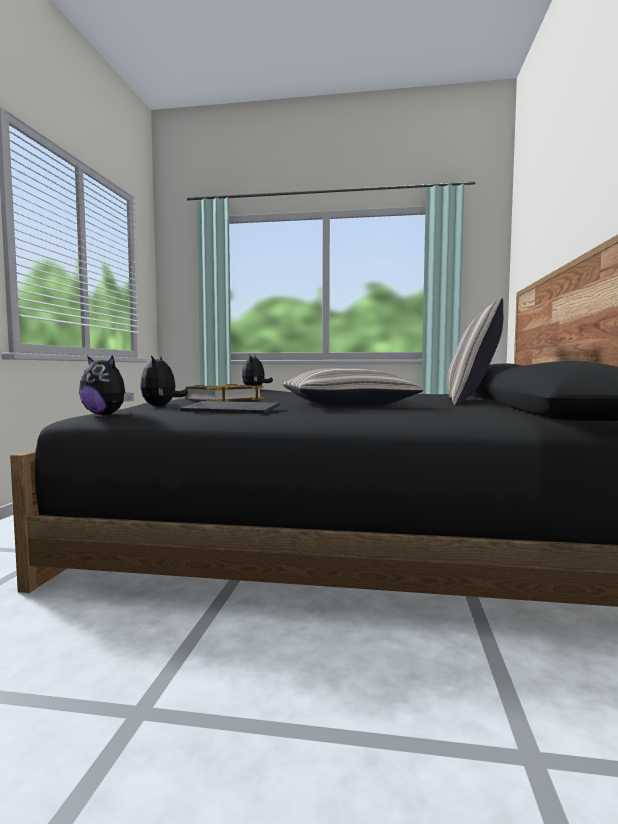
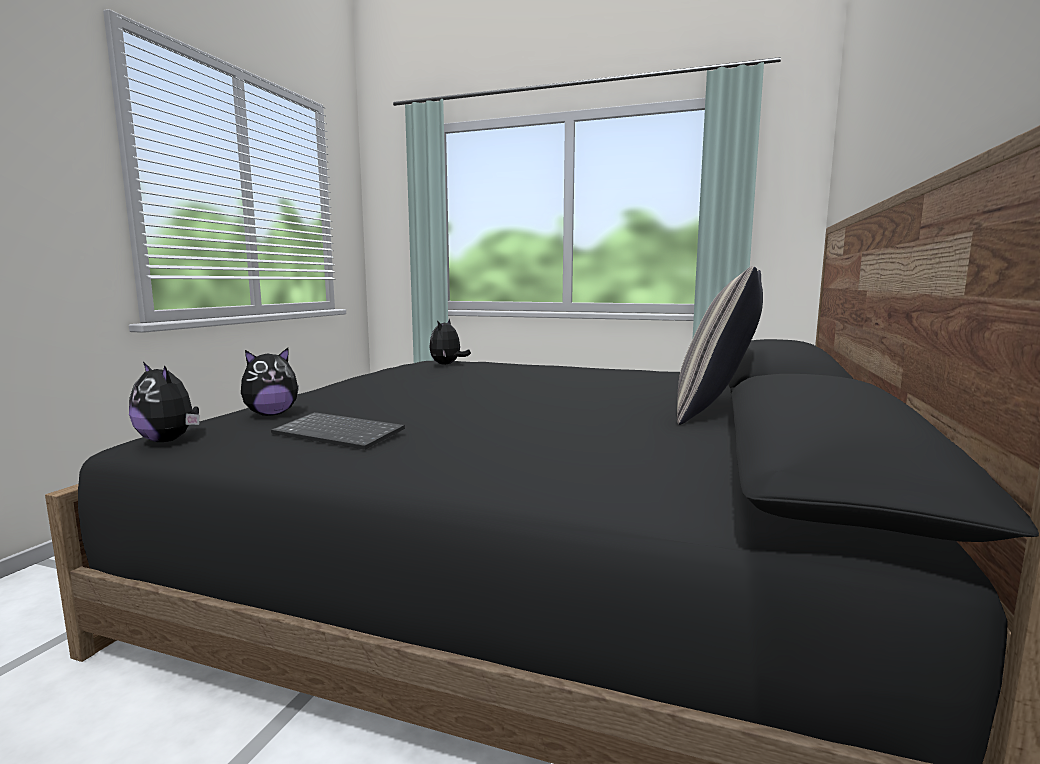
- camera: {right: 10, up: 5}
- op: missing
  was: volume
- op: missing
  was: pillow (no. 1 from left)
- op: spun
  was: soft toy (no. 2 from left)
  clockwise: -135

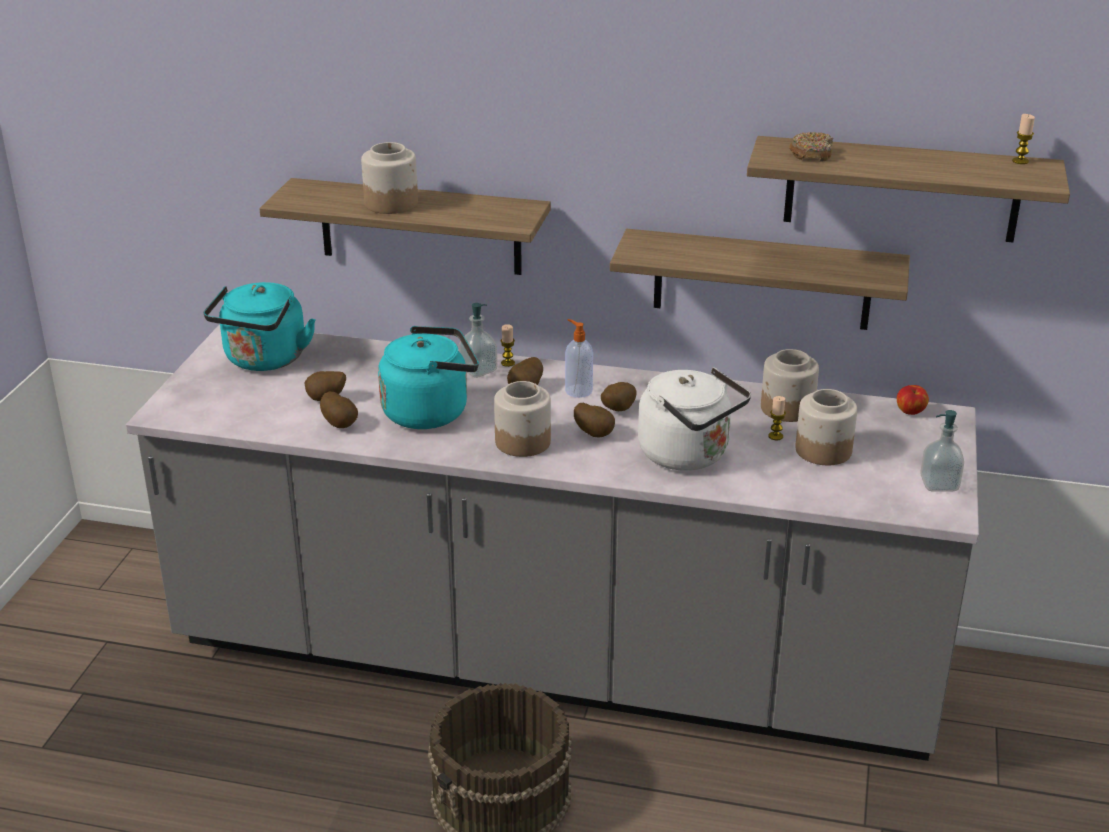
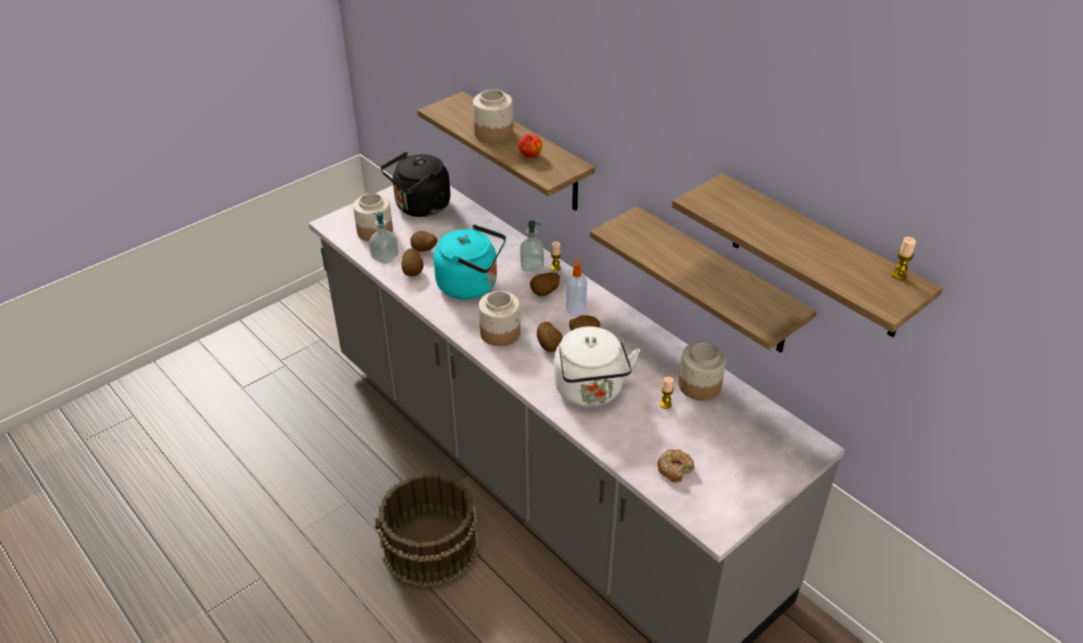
- camera: {right: 35, up: 10}
- op: relocated
  was: doughnut
- op: relocated
  was: jar (no. 4 from left in the first image)
  now: jar (no. 1 from left)
- op: relocated
  was: apple
- op: relocated
  was: liquid soap bottle (no. 3 from left in the first image)
  now: liquid soap bottle (no. 1 from left)
- op: colour
  was: turquoise-coloured kettle (no. 1 from left)
  now: blackish kettle

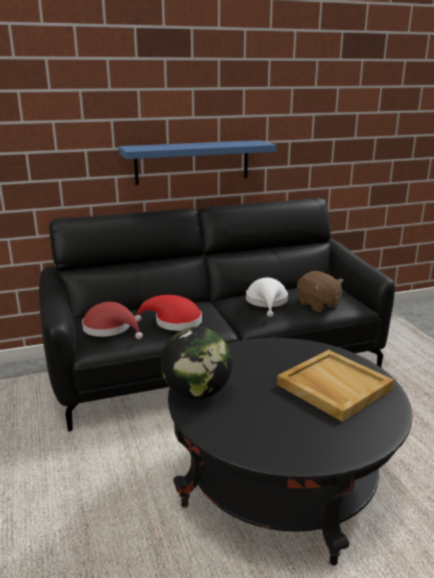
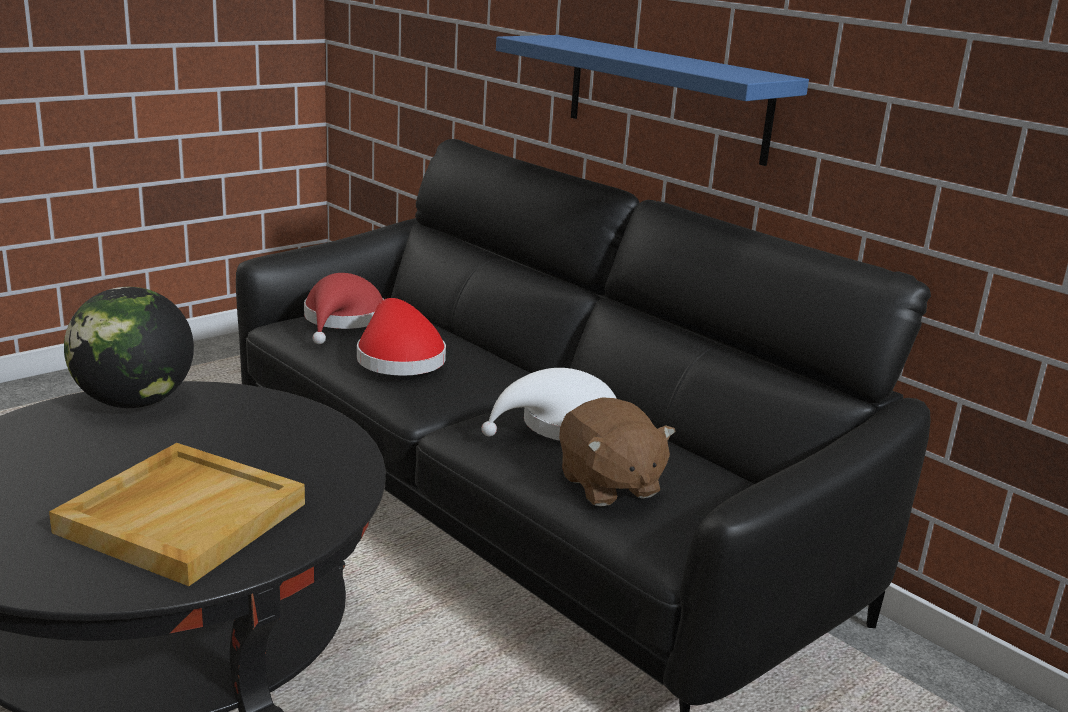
- camera: {right: 65, up: 0}
- op: spun
  was: brown soft toy
  clockwise: -60

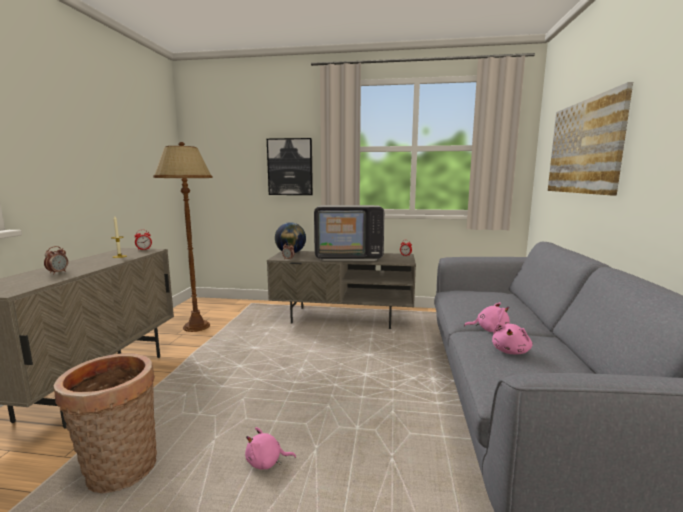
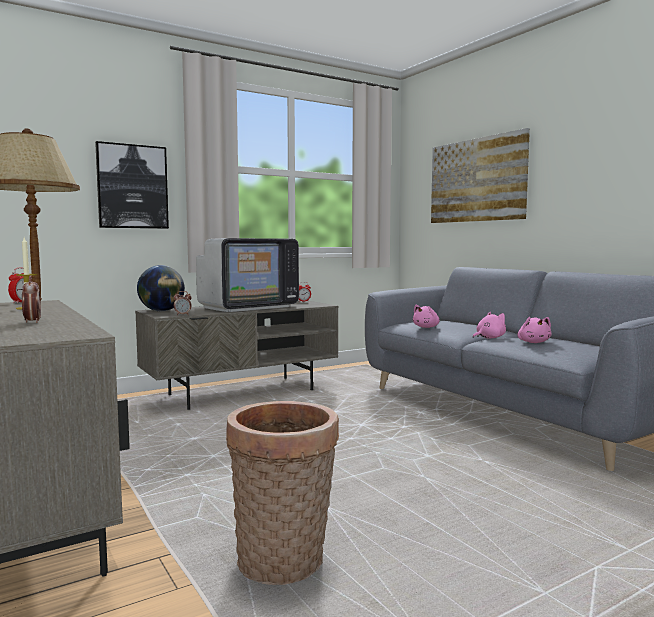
- camera: {right: -40, up: -5}
- op: relocated
  was: pink soft toy (no. 1 from left)

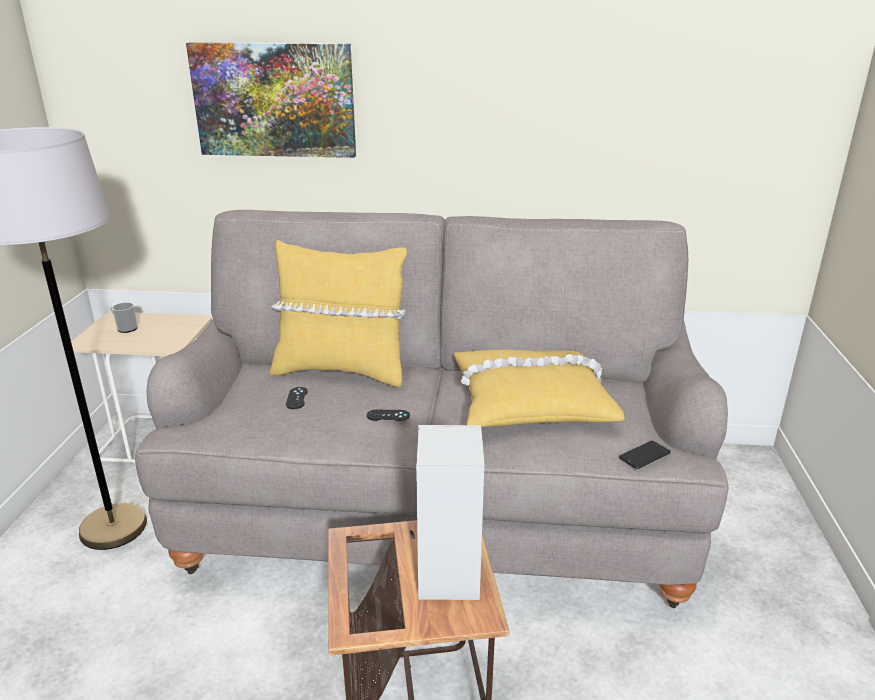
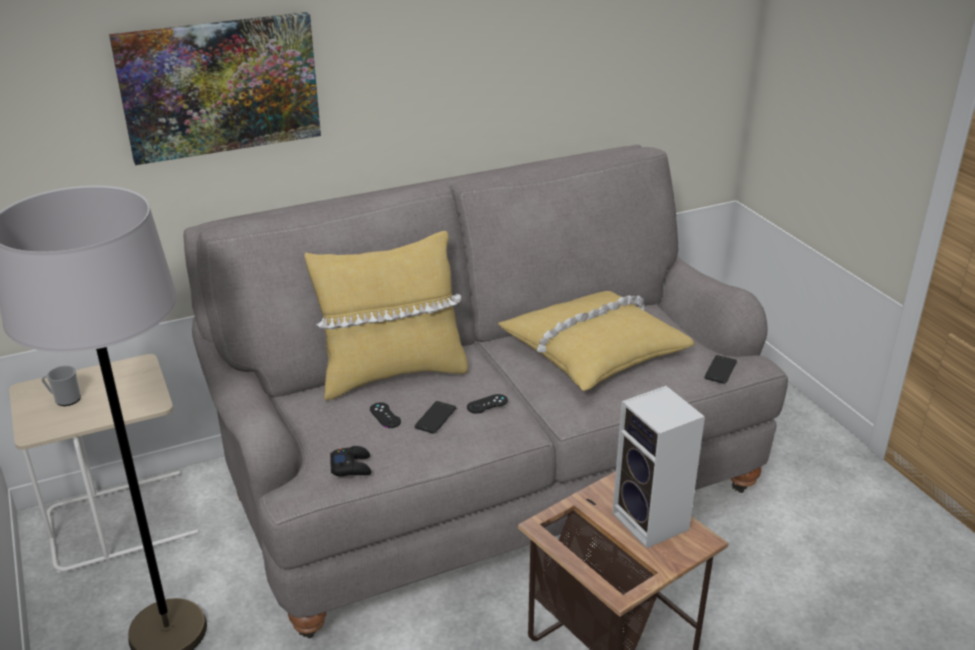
- camera: {right: -30, up: 5}
- op: appeared
  now: blackish gamepad (no. 1 from left)
- op: appeared
  now: handset (no. 1 from left)

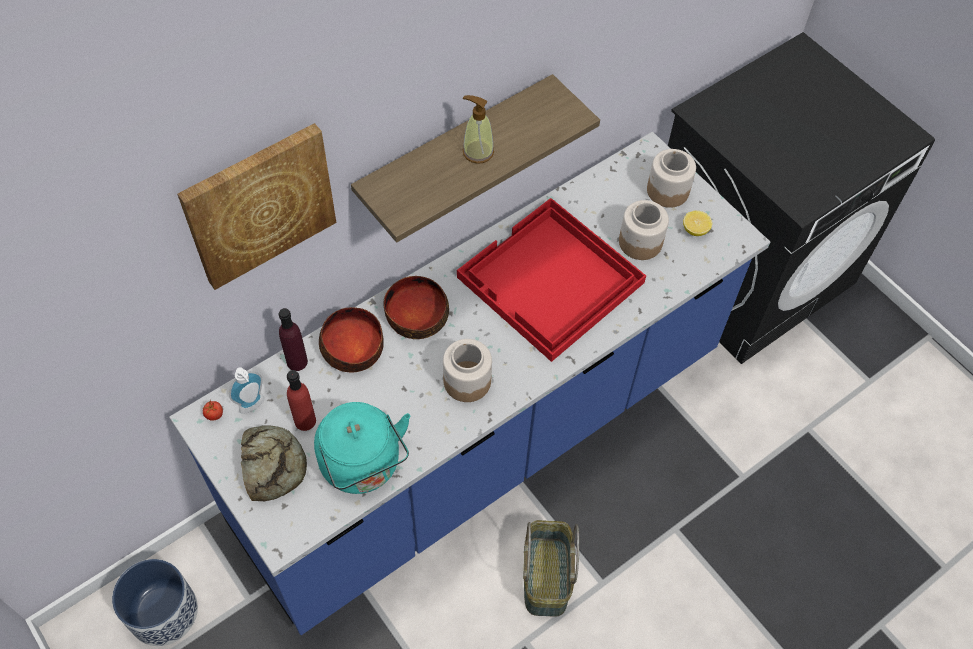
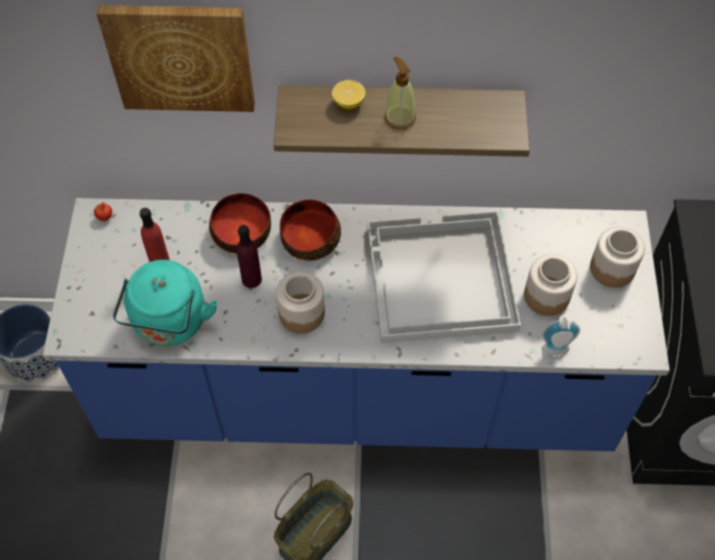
- camera: {right: 40, up: 0}
- op: missing
  was: baked bread
- op: relocated
  was: liquid soap bottle (no. 1 from left in the first image)
  now: liquid soap bottle (no. 2 from left)
- op: relocated
  was: purplish drink bottle
- op: relocated
  was: citrus fruit
- op: colour
  was: reddish serving tray
  now: white-coloured serving tray

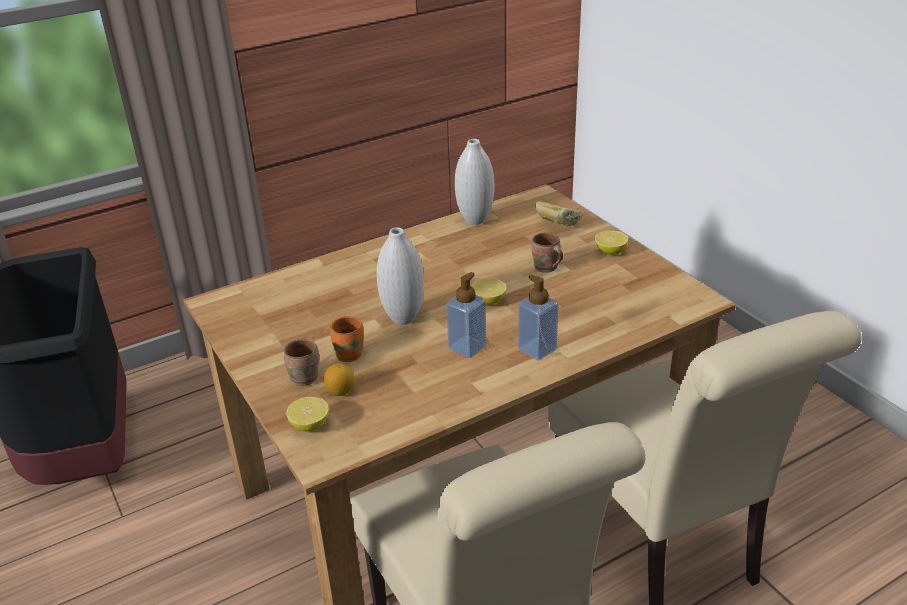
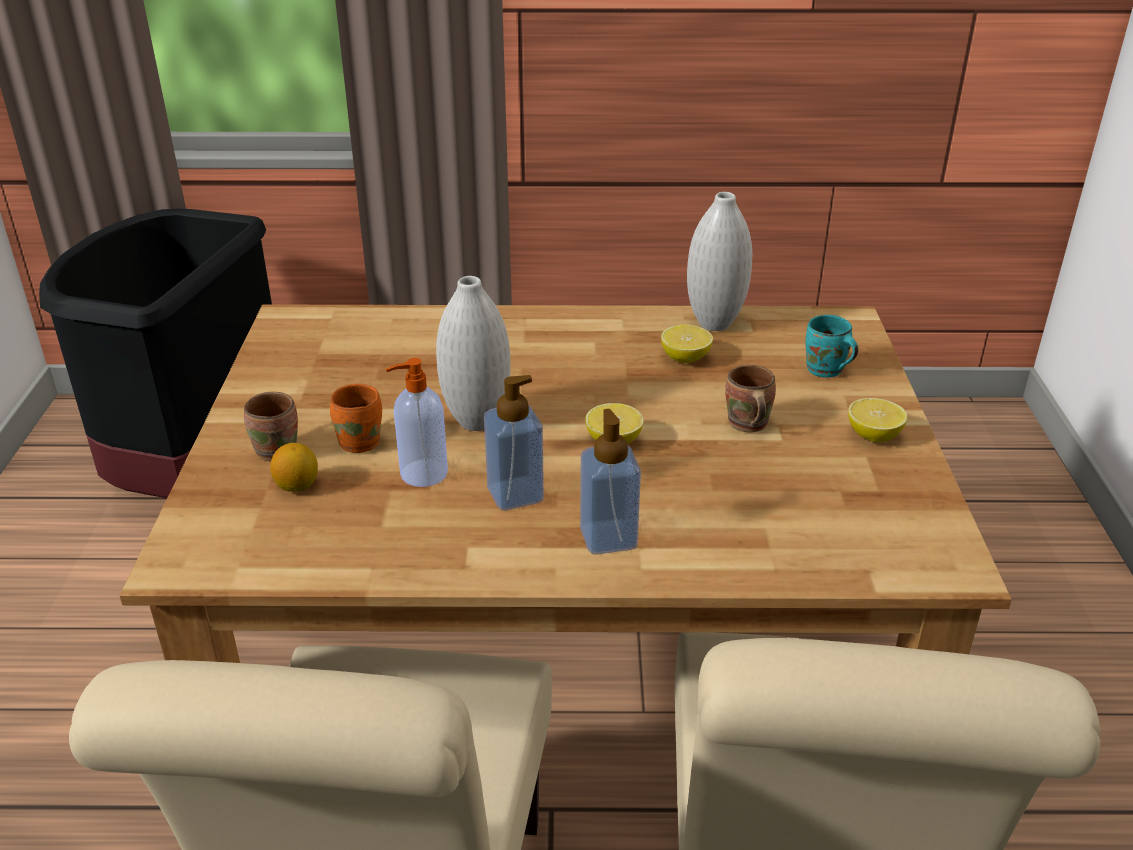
- camera: {right: 30, up: 0}
- op: appeared
  now: liquid soap bottle (no. 1 from left)
- op: relocated
  was: citrus fruit (no. 1 from left in the first image)
  now: citrus fruit (no. 3 from left)
- op: exchanged
  was: baked bread
  now: turquoise-coloured coffee mug

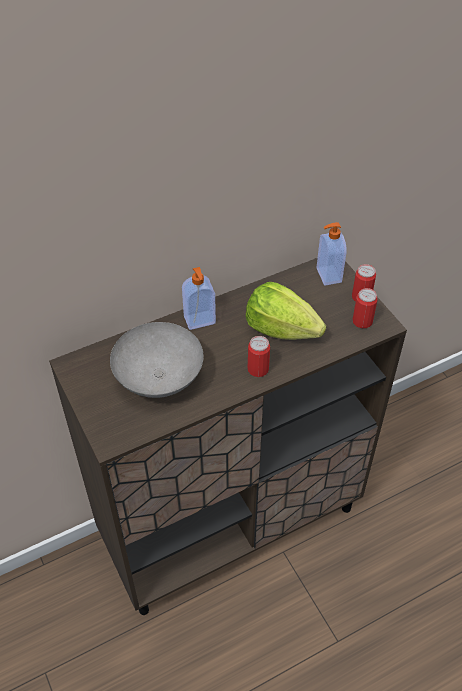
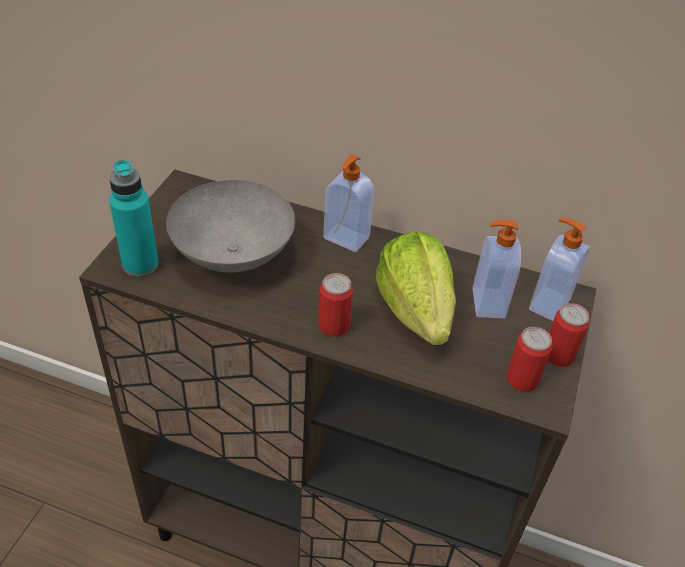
- camera: {right: 45, up: -5}
- op: appeared
  now: turquoise-coloured drink bottle
- op: appeared
  now: liquid soap bottle (no. 2 from left)

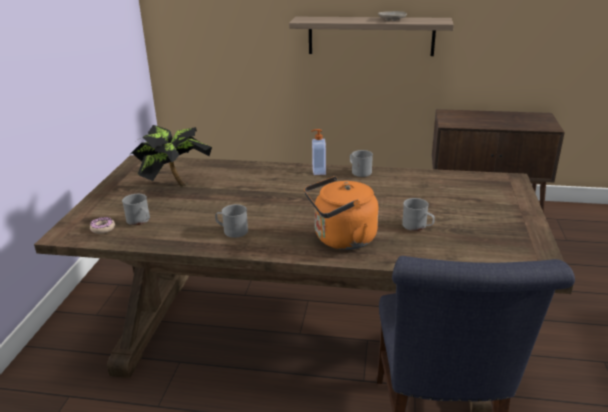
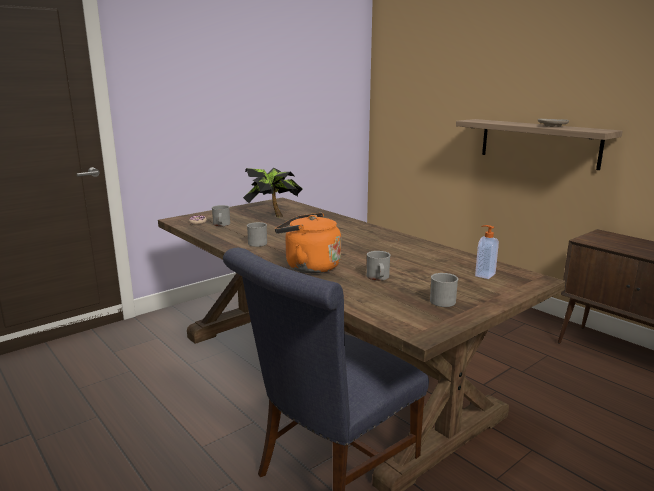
- camera: {right: 40, up: -10}
- op: relocated
  was: liquid soap bottle
- op: relocated
  was: grey coffee mug (no. 3 from left in the first image)
  now: grey coffee mug (no. 4 from left)

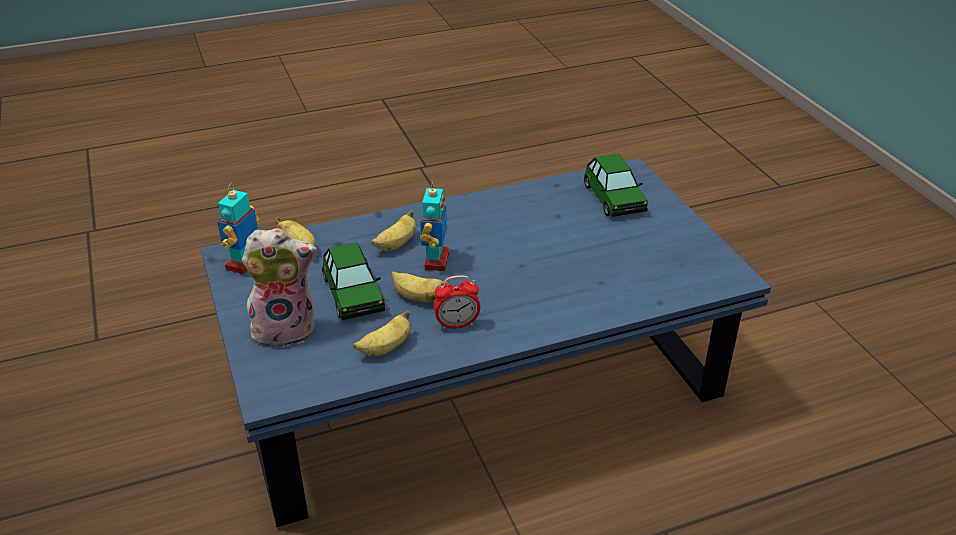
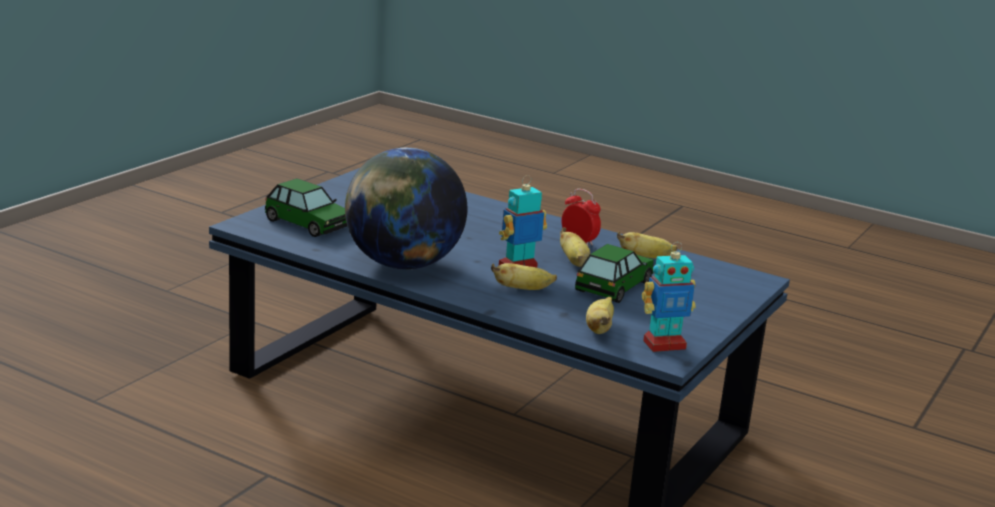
- camera: {right: -130, up: -15}
- op: missing
  was: soft toy
- op: appeared
  now: world globe
- op: spun
  was: miniature car (no. 2 from left in the first image)
  clockwise: 90

